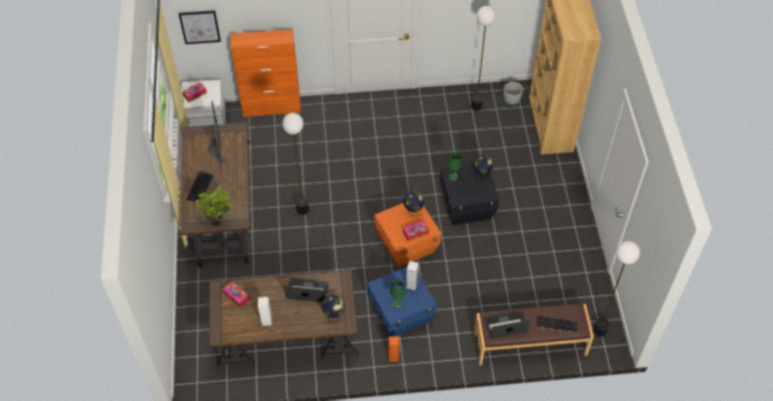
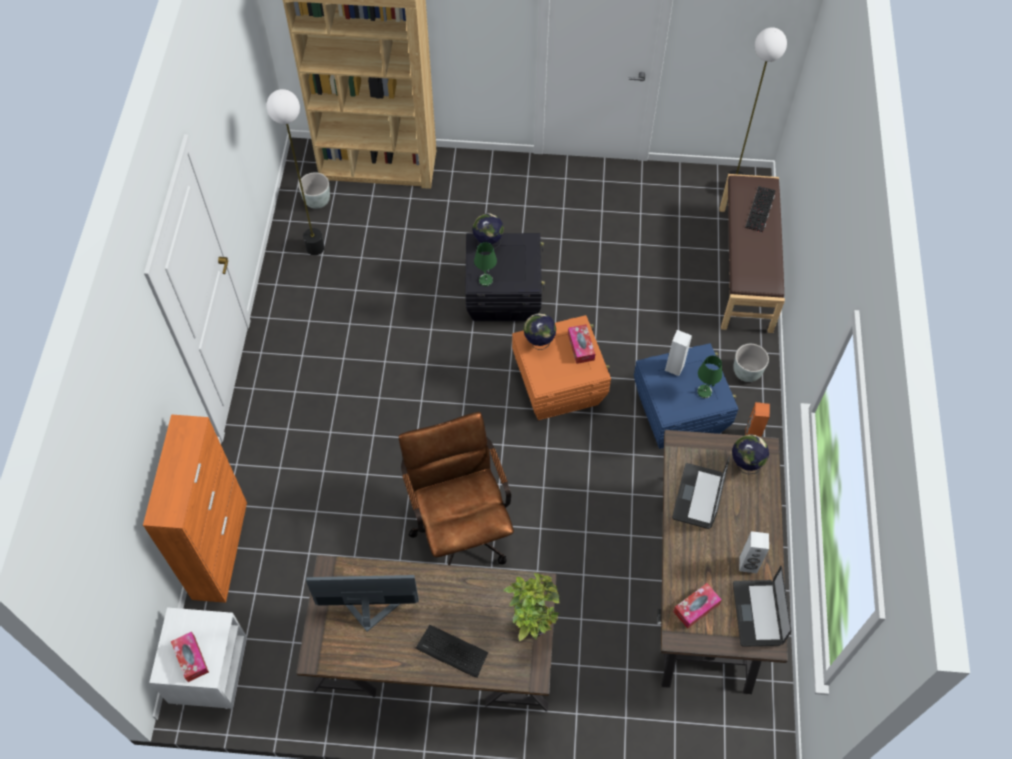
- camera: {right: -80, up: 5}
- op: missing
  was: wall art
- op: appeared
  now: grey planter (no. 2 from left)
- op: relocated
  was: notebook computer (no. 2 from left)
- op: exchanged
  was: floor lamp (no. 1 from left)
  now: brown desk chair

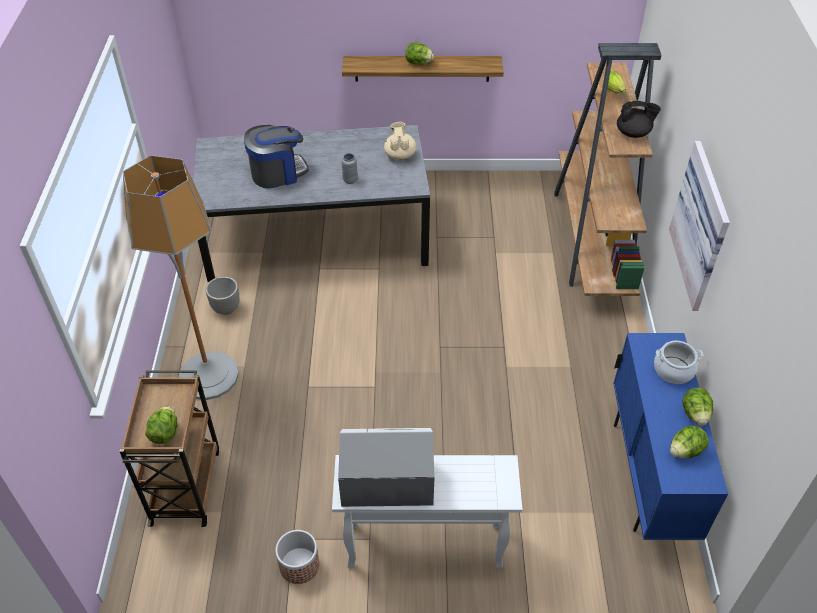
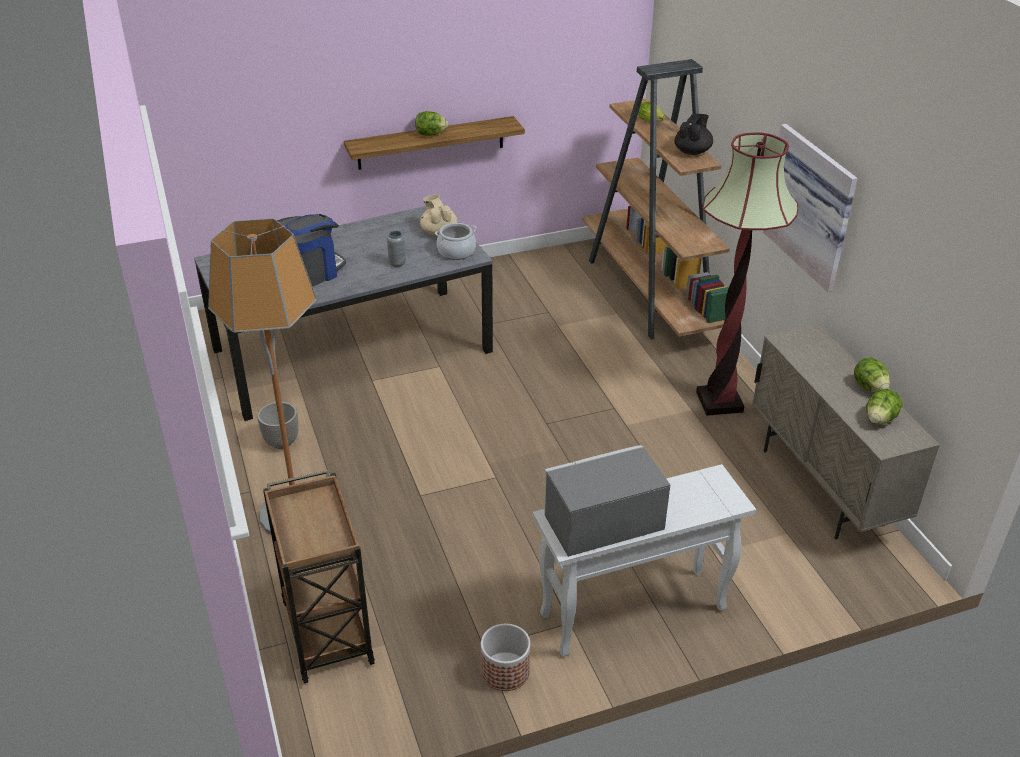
- camera: {right: -20, up: -10}
- op: missing
  was: lettuce head (no. 1 from left)
- op: appeared
  now: floor lamp (no. 2 from left)
- op: relocated
  was: stockpot
- op: colour
  was: blue-coloured storage cabinet
  now: sand-coloured storage cabinet
- op: spun
  was: blackish pot for tea
  clockwise: -45

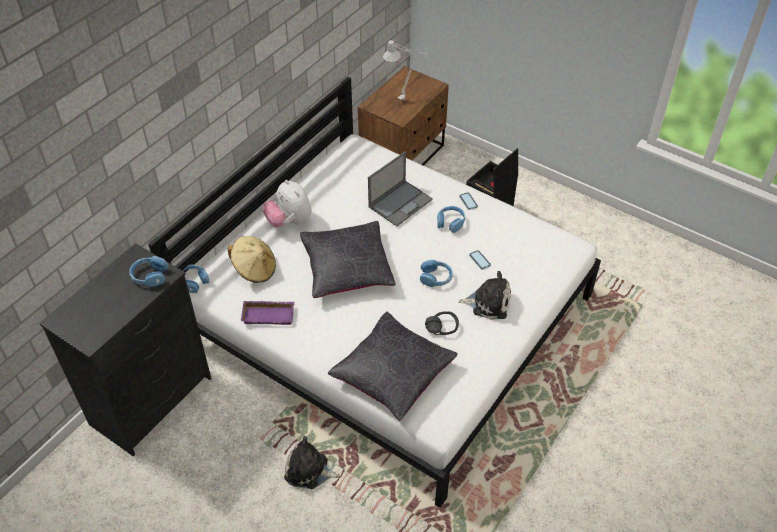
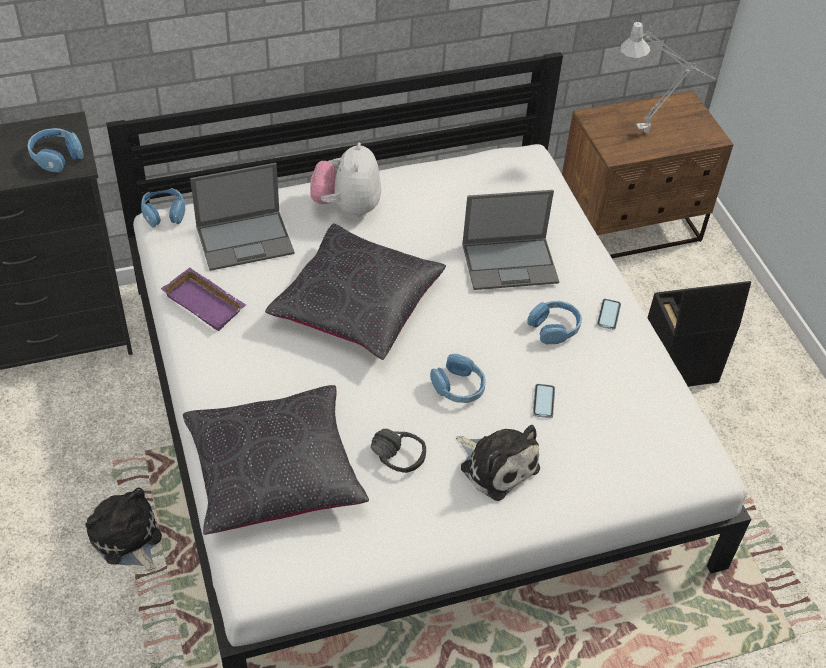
- camera: {right: 35, up: 0}
- op: exchanged
  was: sand-coloured clothing hat
  now: notebook computer (no. 1 from left)

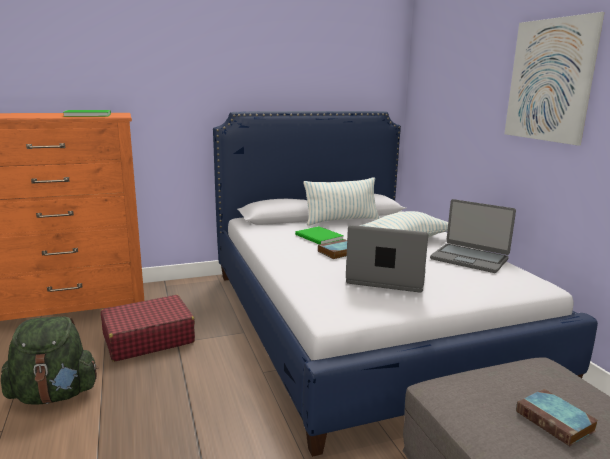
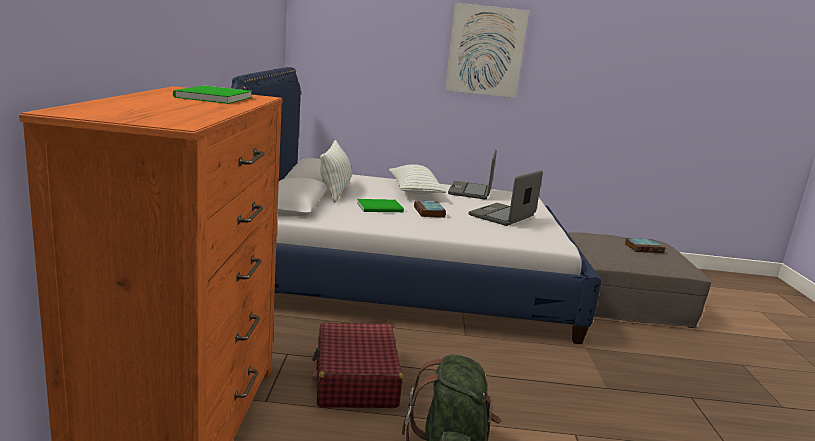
- camera: {right: -70, up: 0}
- op: spun
  was: notebook computer (no. 2 from left in the first image)
  clockwise: 135

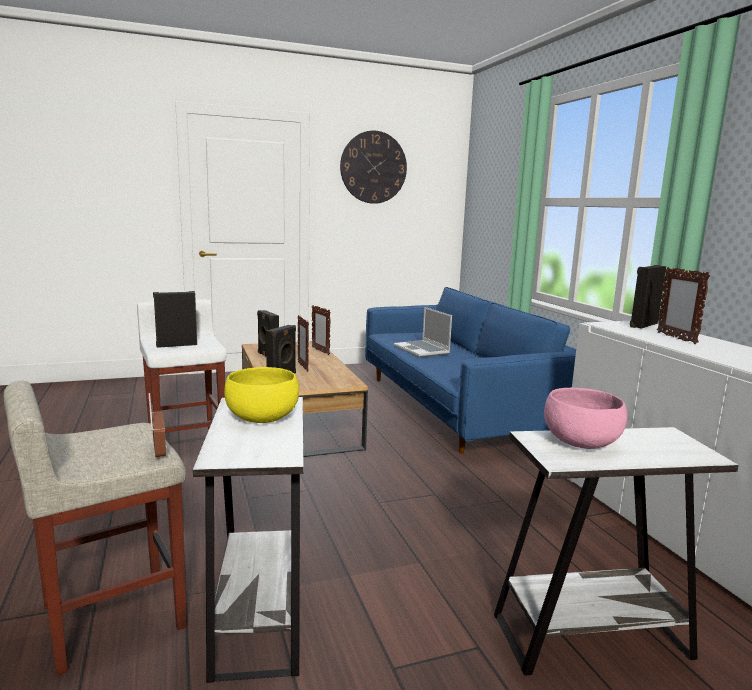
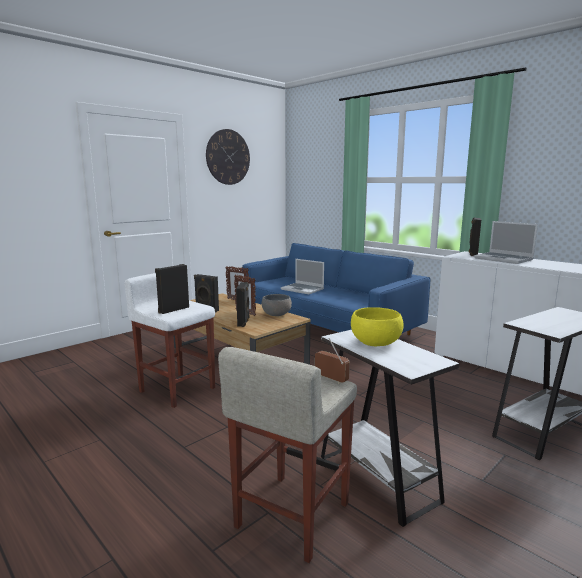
- camera: {right: -25, up: 0}
- op: missing
  was: pink bowl
- op: appeared
  now: grey bowl
- op: exchanged
  was: standing frame (no. 3 from left)
  now: notebook computer (no. 2 from left)

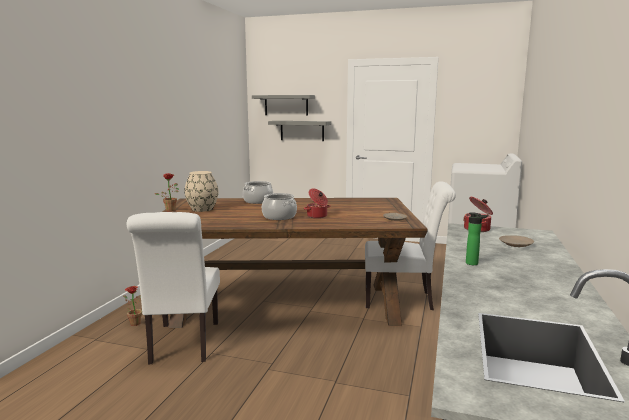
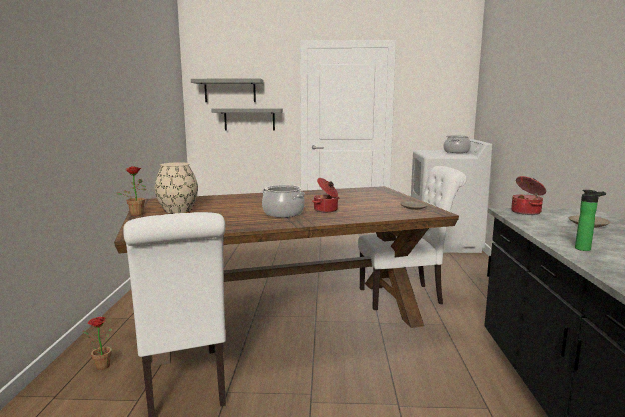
- camera: {right: -15, up: 0}
- op: relocated
  was: stockpot (no. 1 from left in the first image)
  now: stockpot (no. 3 from left)

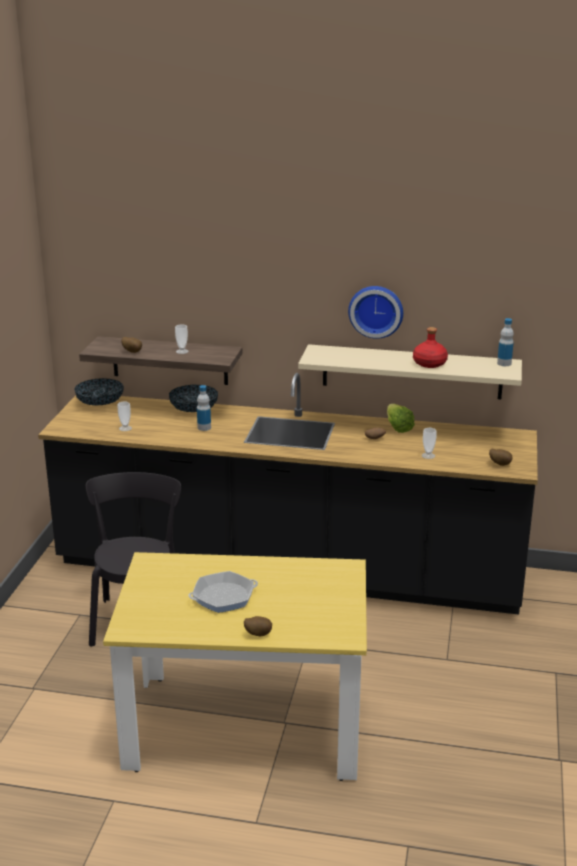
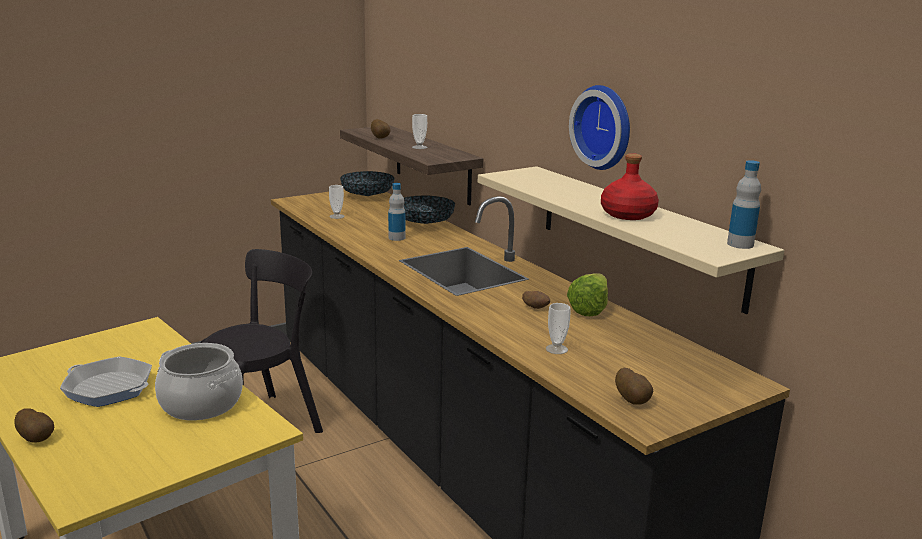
- camera: {right: 45, up: -5}
- op: appeared
  now: stockpot

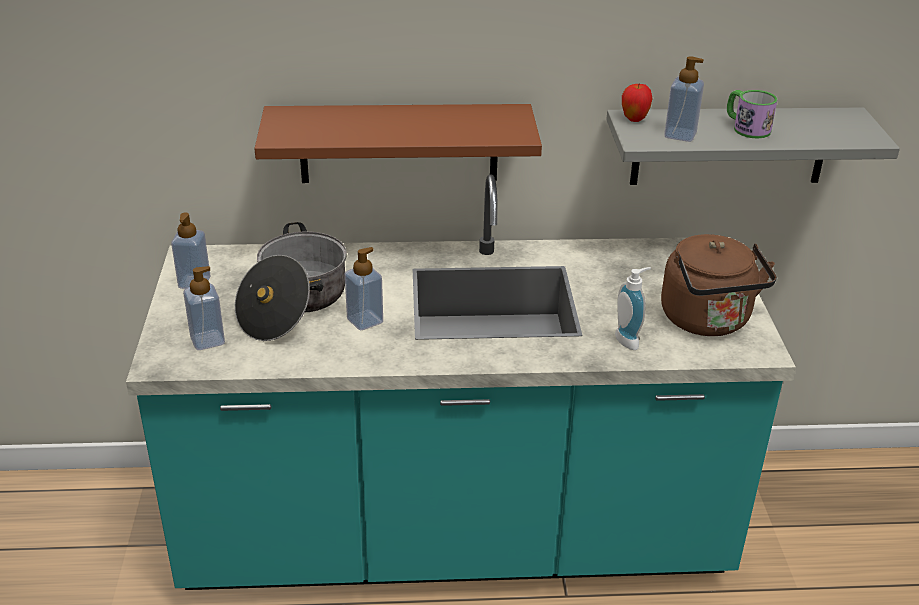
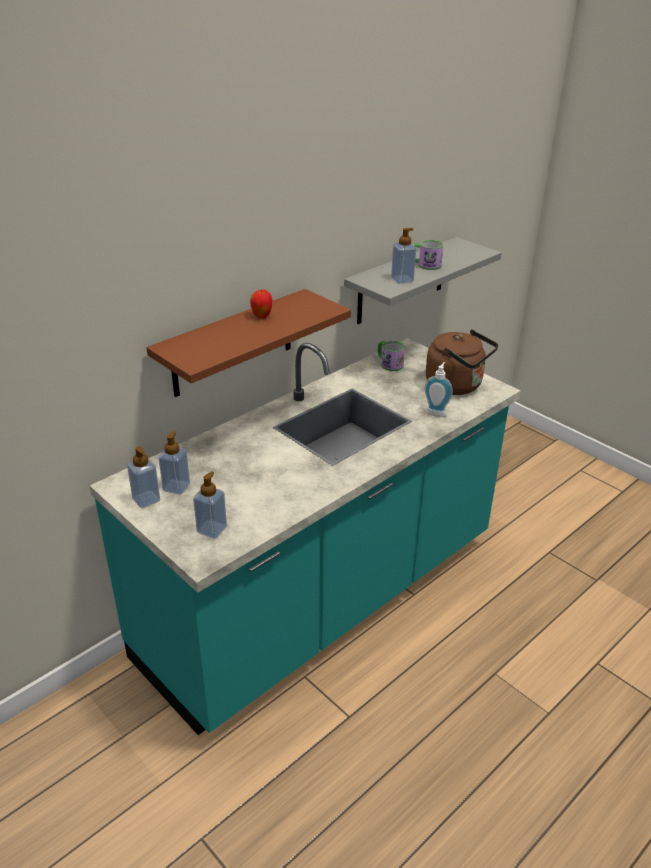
- camera: {right: -40, up: 0}
- op: missing
  was: stockpot
- op: appeared
  now: coffee mug (no. 1 from left)
- op: relocated
  was: liquid soap bottle (no. 3 from left in the first image)
  now: liquid soap bottle (no. 2 from left)
- op: relocated
  was: apple

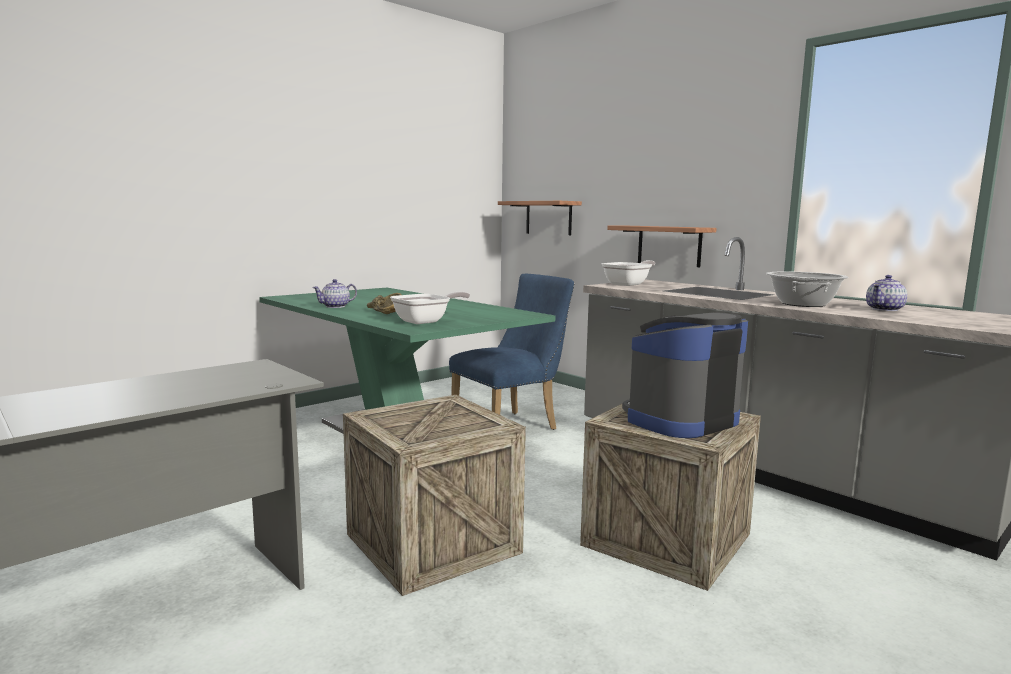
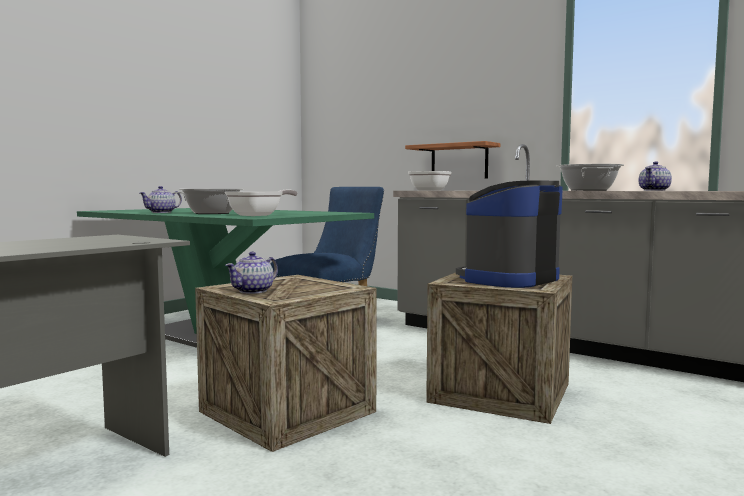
- camera: {right: -10, up: -5}
- op: missing
  was: shelf (no. 1 from left)
- op: appeared
  now: pot for tea (no. 2 from left)
- op: exchanged
  was: brown bowl
  now: stockpot (no. 1 from left)

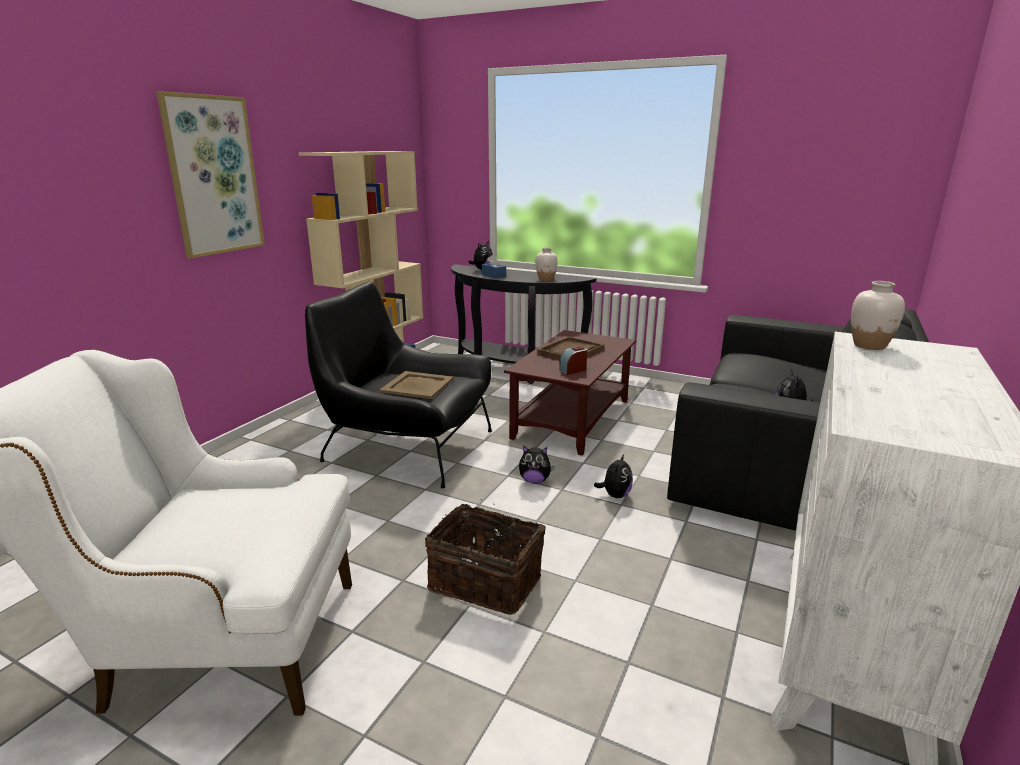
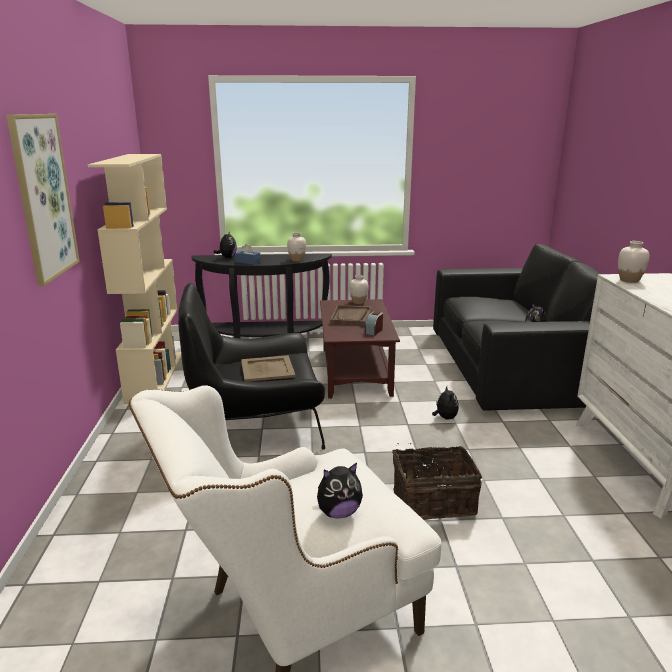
- camera: {right: -30, up: 0}
- op: appeared
  now: white-coloured flower vase (no. 2 from left)
- op: relocated
  was: soft toy (no. 2 from left)

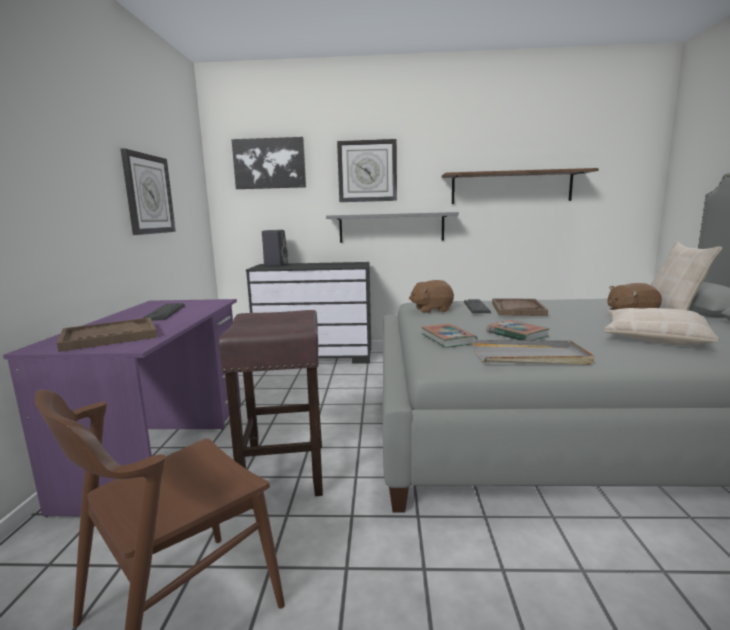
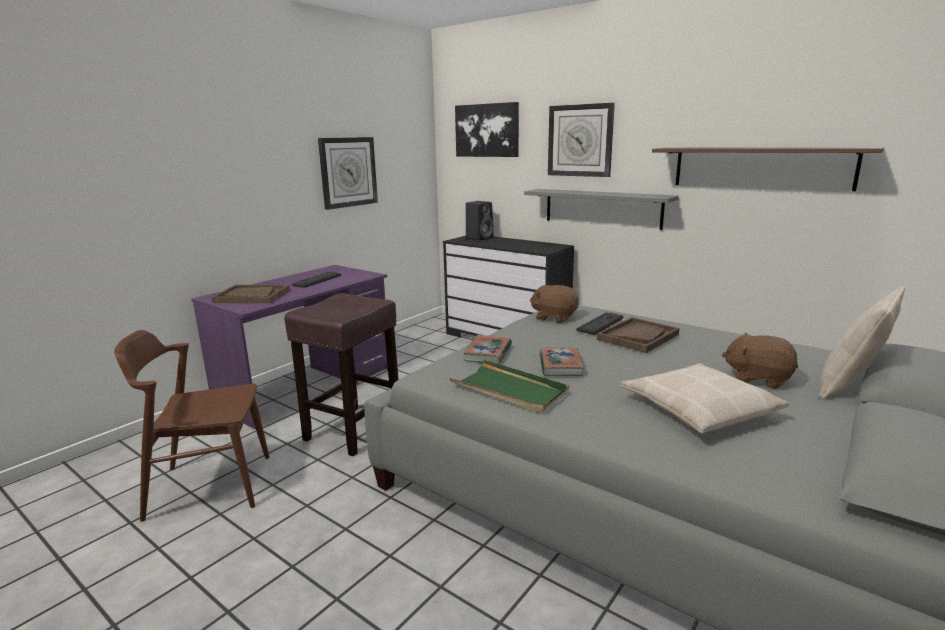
- camera: {right: 35, up: 5}
- op: colour
  was: grey serving tray
  now: green serving tray

